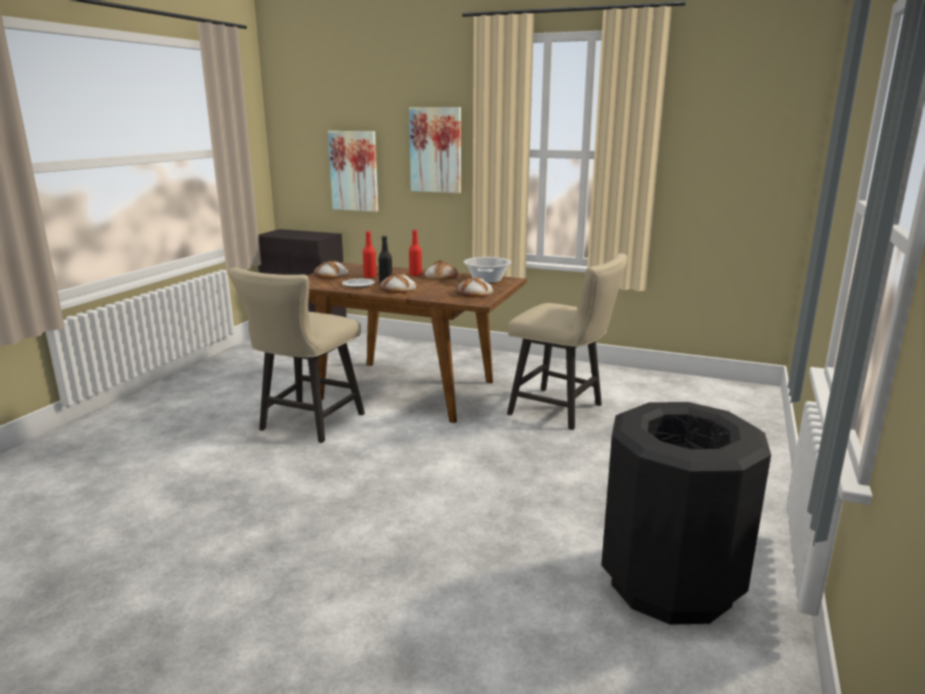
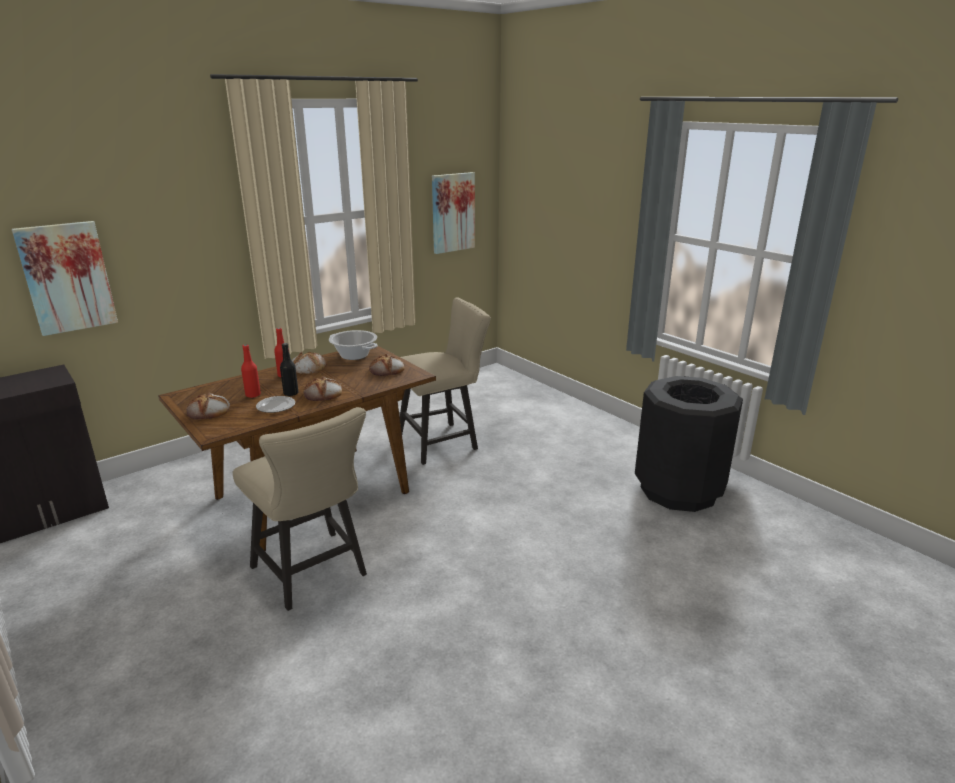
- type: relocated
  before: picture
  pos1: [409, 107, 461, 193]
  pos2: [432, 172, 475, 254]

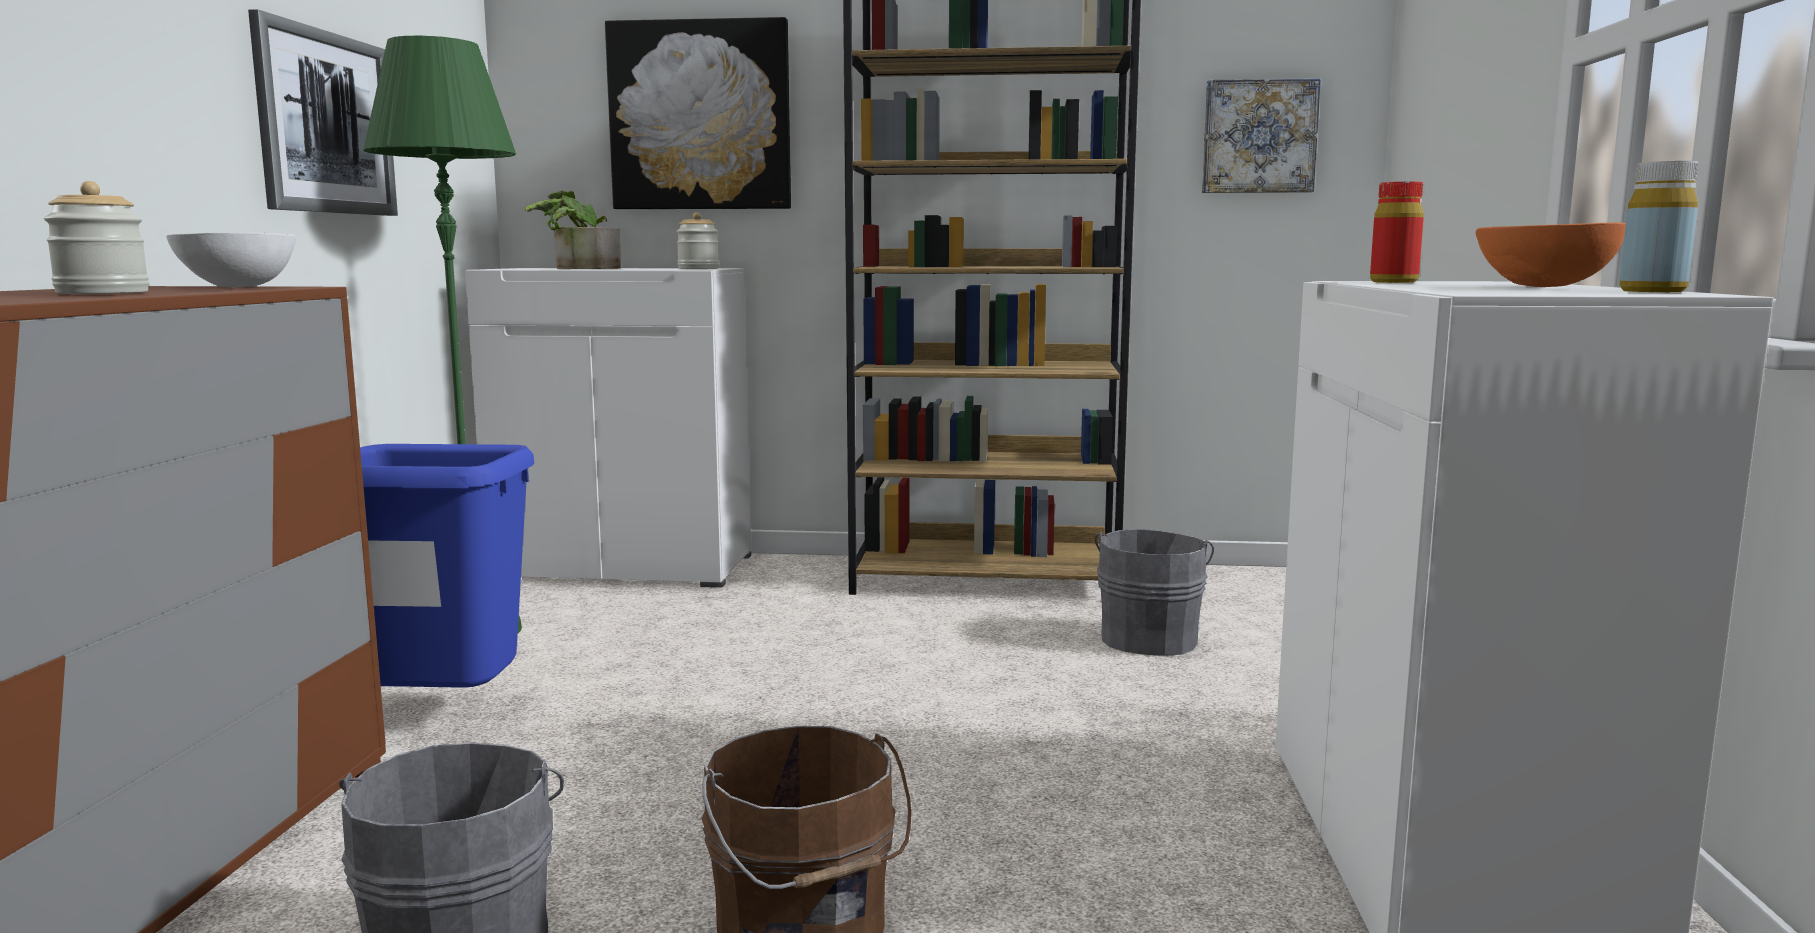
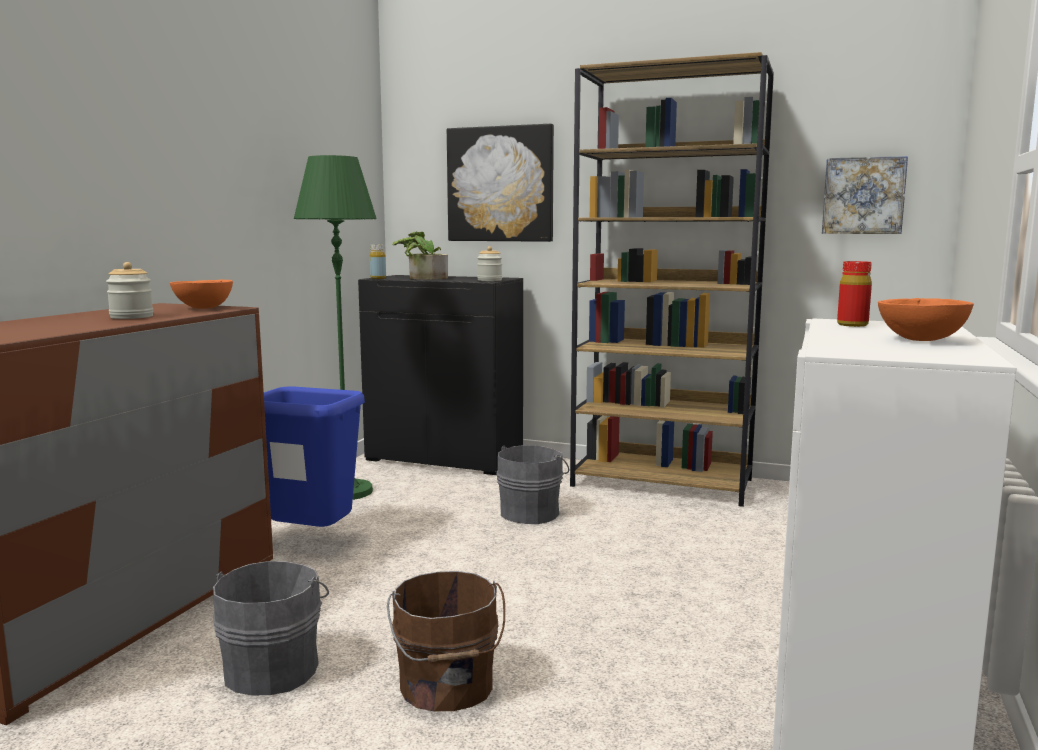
- type: missing
  before: picture
  pos1: [248, 9, 398, 216]
- type: relocated
  before: bucket/grey
  pos1: [1094, 529, 1214, 656]
  pos2: [496, 445, 569, 524]
- type: relocated
  before: bottle/yellow
  pos1: [1619, 161, 1698, 292]
  pos2: [370, 245, 386, 279]
- type: colour
  before: bowl/white
  after: bowl/orange
  pos1: [166, 232, 296, 287]
  pos2: [170, 280, 233, 309]
- type: colour
  before: cabinet/white
  after: cabinet/black
  pos1: [465, 268, 751, 587]
  pos2: [358, 275, 523, 475]

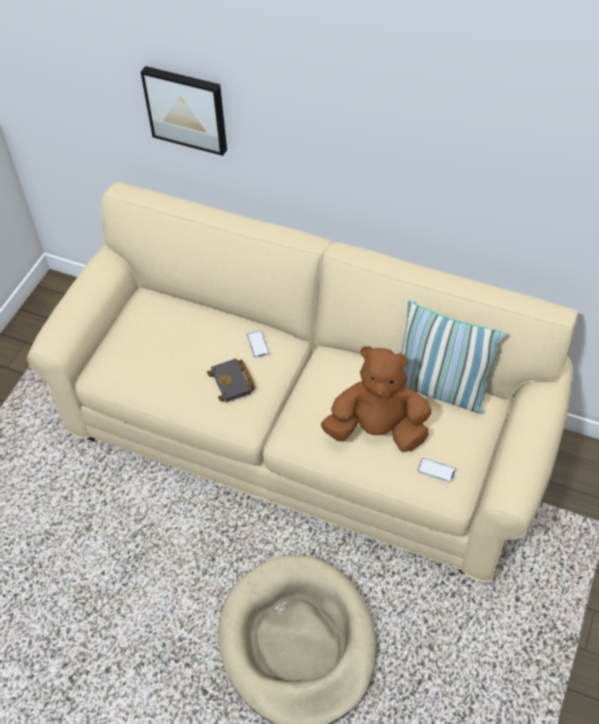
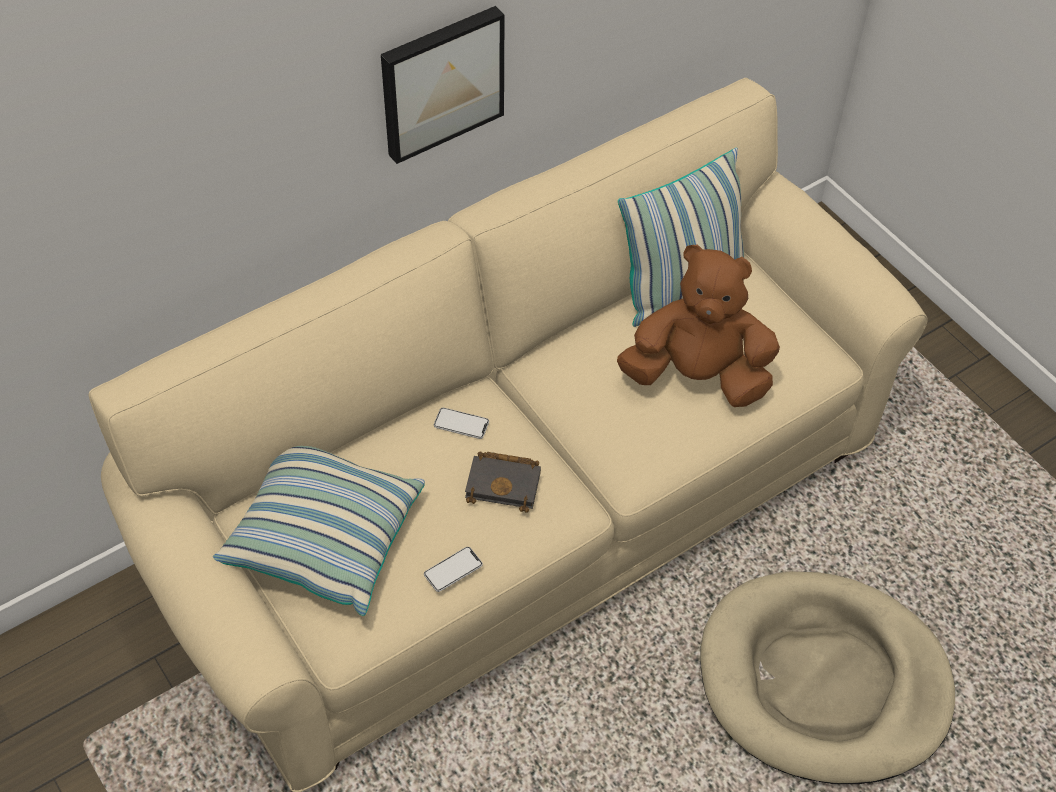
- type: appeared
  after: pillow
  pos2: [213, 446, 425, 616]
- type: relocated
  before: picture
  pos1: [141, 66, 227, 156]
  pos2: [381, 6, 504, 164]
- type: relocated
  before: phone
  pos1: [417, 458, 456, 482]
  pos2: [424, 547, 483, 592]
- type: spun
  before: plush toy/brown
  pos1: [321, 346, 431, 452]
  pos2: [617, 244, 780, 407]
  turn: 60

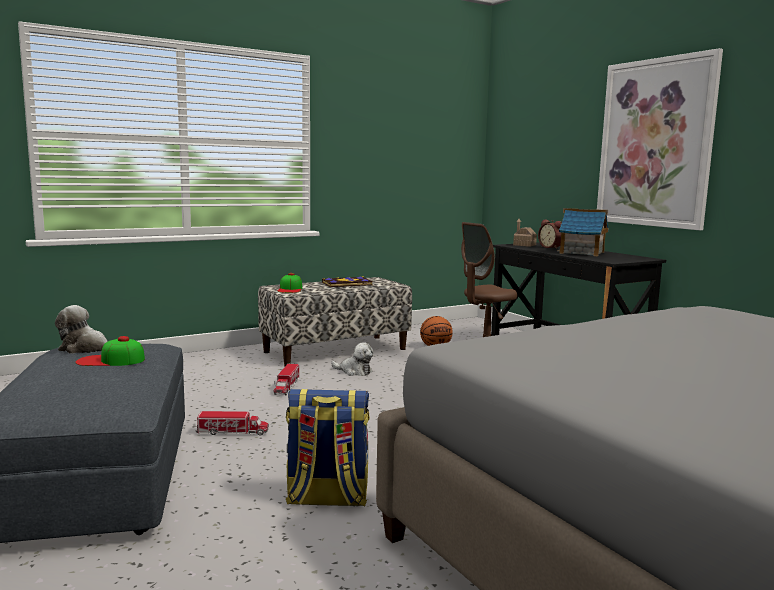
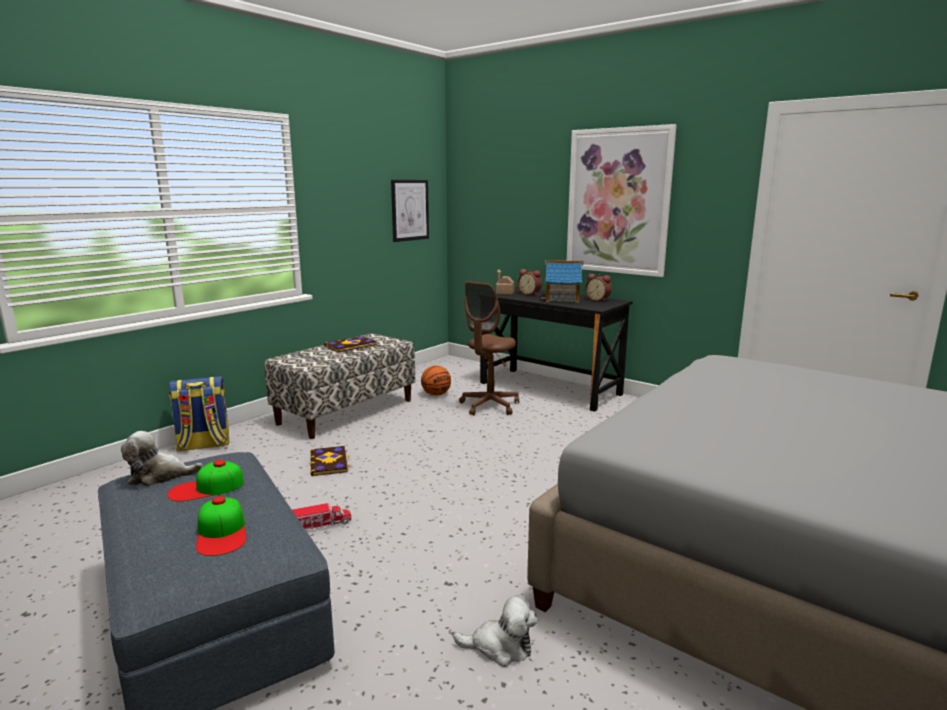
- type: appeared
  after: picture
  pos2: [391, 180, 429, 242]
- type: appeared
  after: alarm clock
  pos2: [585, 274, 612, 302]
- type: relocated
  before: cap
  pos1: [277, 273, 302, 293]
  pos2: [196, 496, 246, 556]
- type: relocated
  before: backpack
  pos1: [286, 389, 370, 506]
  pos2: [169, 376, 230, 452]
- type: relocated
  before: plush toy
  pos1: [331, 342, 373, 376]
  pos2: [453, 595, 538, 667]
- type: exchanged
  before: toy truck
  after: book
  pos1: [274, 364, 299, 395]
  pos2: [310, 446, 351, 476]

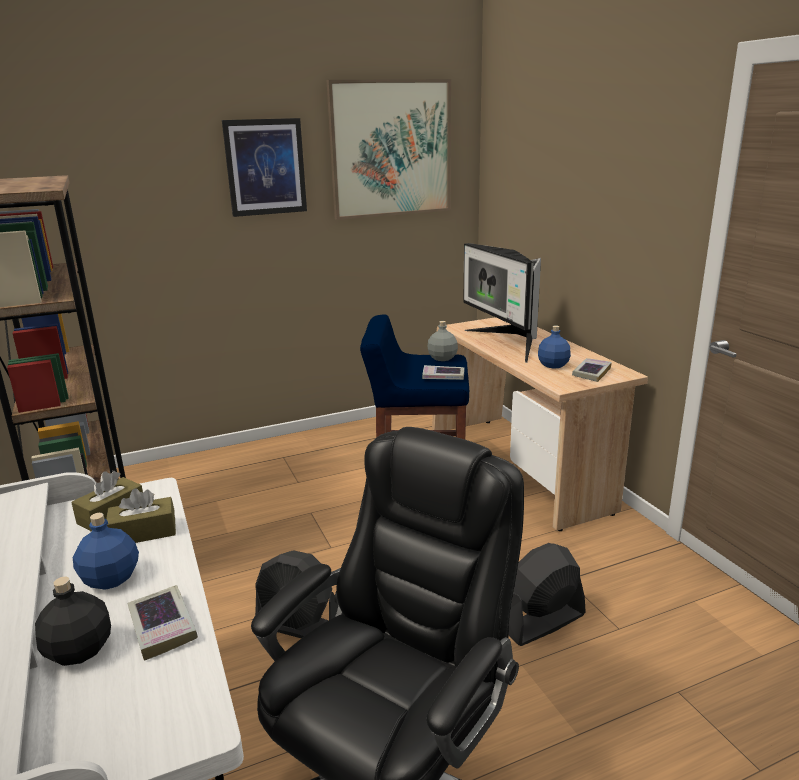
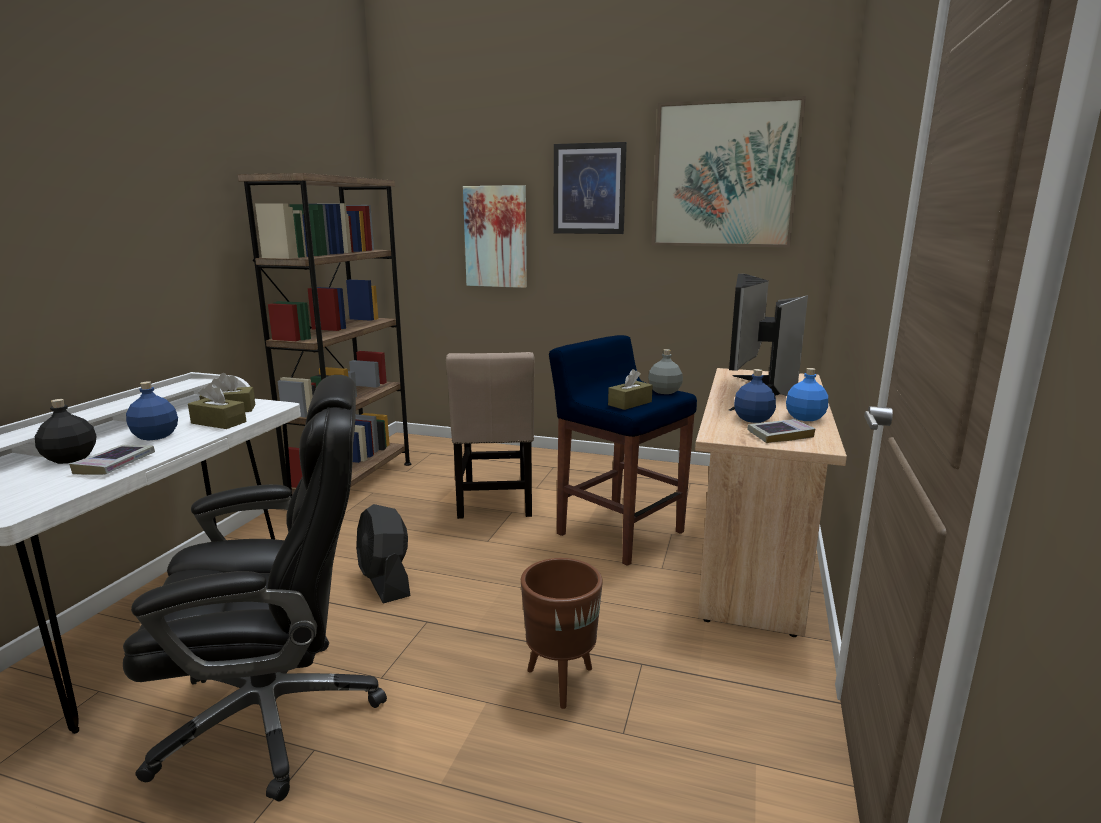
- type: appeared
  after: chair/beige
  pos2: [446, 352, 535, 519]
- type: appeared
  after: picture
  pos2: [463, 185, 527, 288]
- type: appeared
  after: bottle/blue
  pos2: [786, 368, 828, 421]
- type: exchanged
  before: book
  after: tissue box/brown
  pos1: [422, 365, 464, 380]
  pos2: [608, 369, 653, 410]
- type: exchanged
  before: fan/black
  after: planter/brown
  pos1: [508, 543, 586, 646]
  pos2: [521, 558, 603, 709]

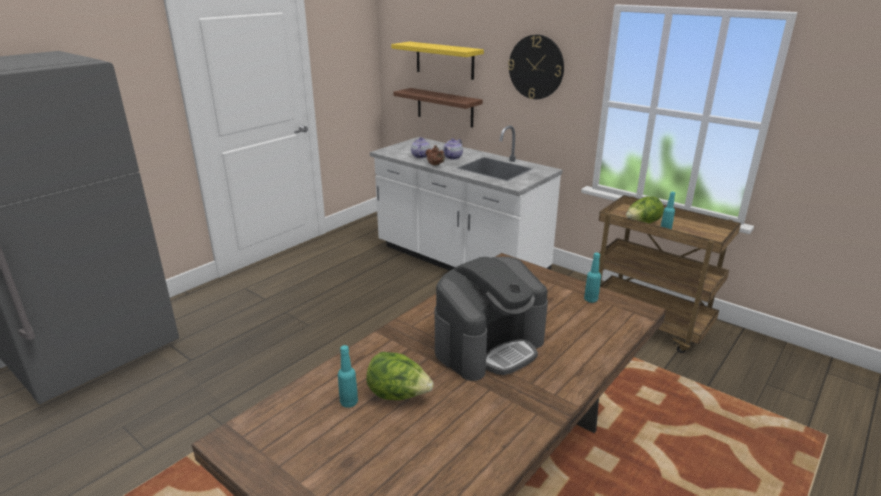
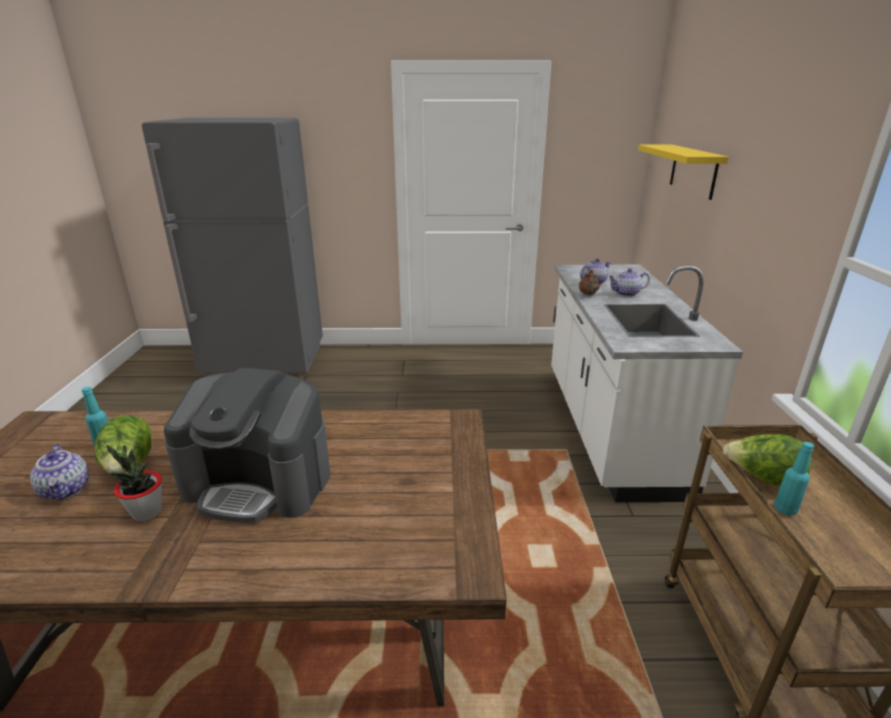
- type: missing
  before: shelf/brown
  pos1: [393, 88, 483, 128]
- type: missing
  before: wall clock
  pos1: [508, 35, 564, 99]
- type: missing
  before: bottle/turquoise
  pos1: [584, 253, 601, 303]
- type: appeared
  after: teapot
  pos2: [30, 444, 89, 500]
- type: appeared
  after: potted plant
  pos2: [106, 445, 162, 521]

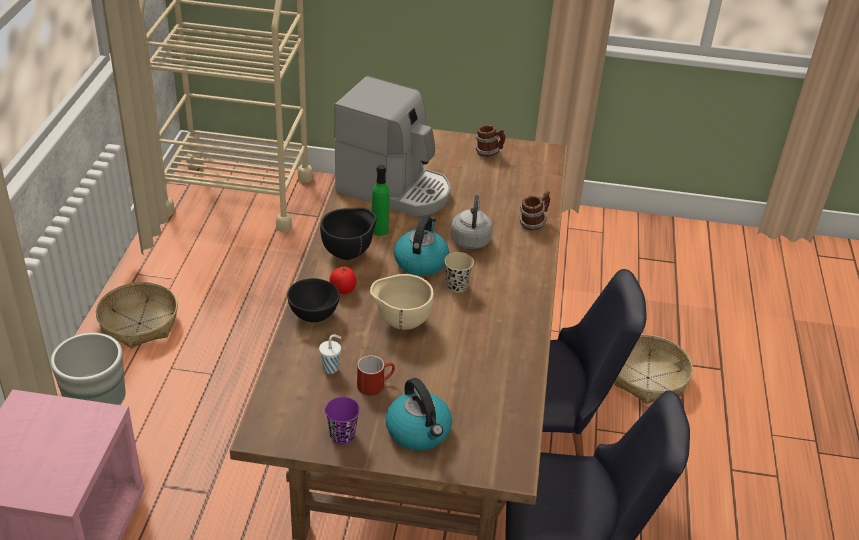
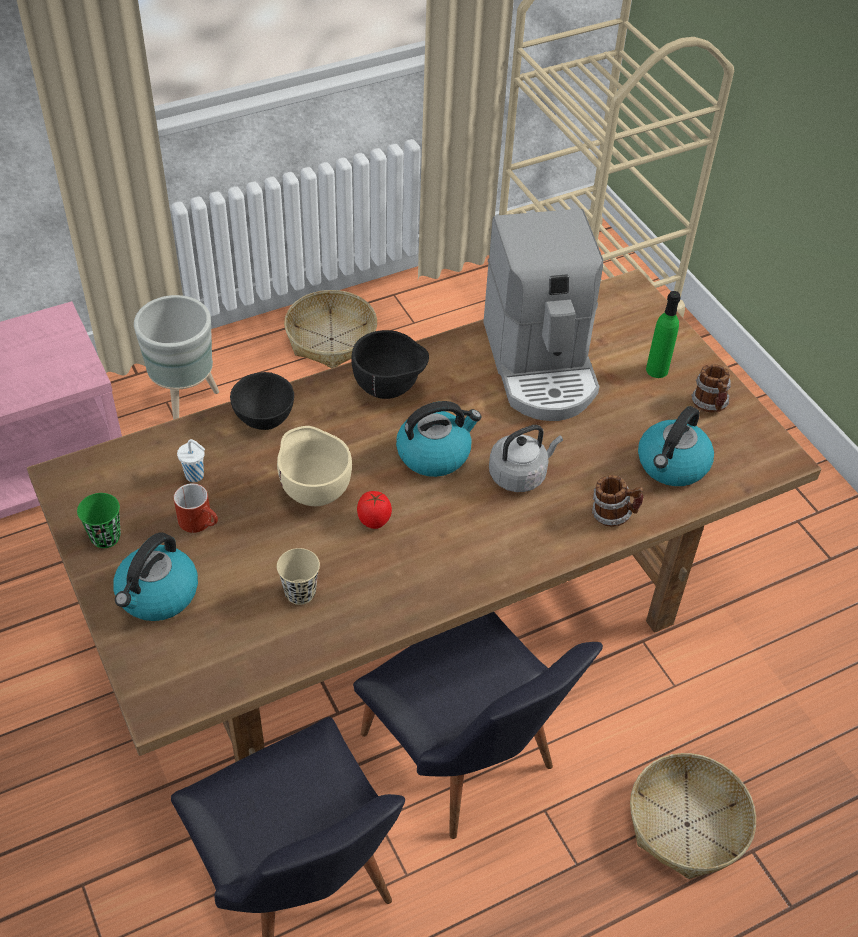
- type: appeared
  after: kettle
  pos2: [638, 406, 714, 486]
- type: relocated
  before: tomato
  pos1: [330, 267, 356, 294]
  pos2: [357, 491, 392, 529]
- type: relocated
  before: bottle/green
  pos1: [372, 165, 389, 236]
  pos2: [646, 291, 681, 378]
- type: relocated
  before: cup/beige
  pos1: [445, 252, 474, 293]
  pos2: [277, 548, 320, 605]
- type: colour
  before: cup/purple
  after: cup/green
  pos1: [325, 397, 360, 444]
  pos2: [77, 493, 121, 548]

